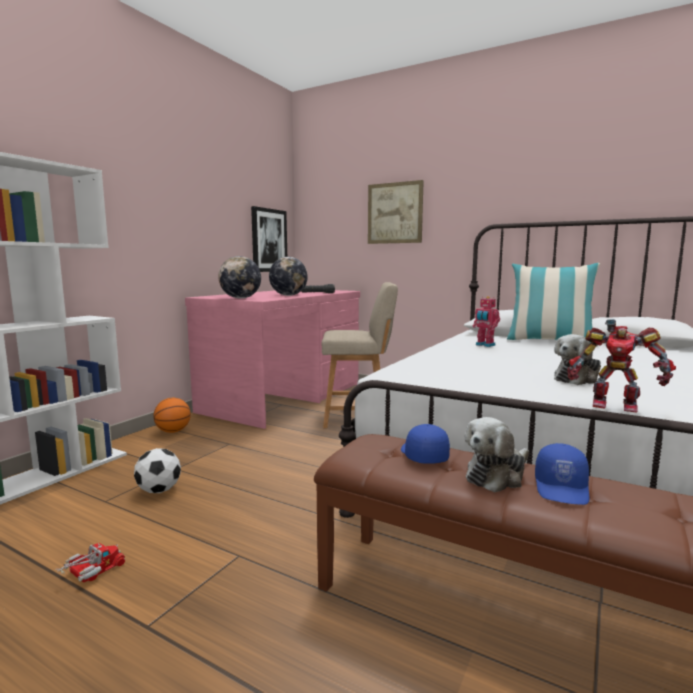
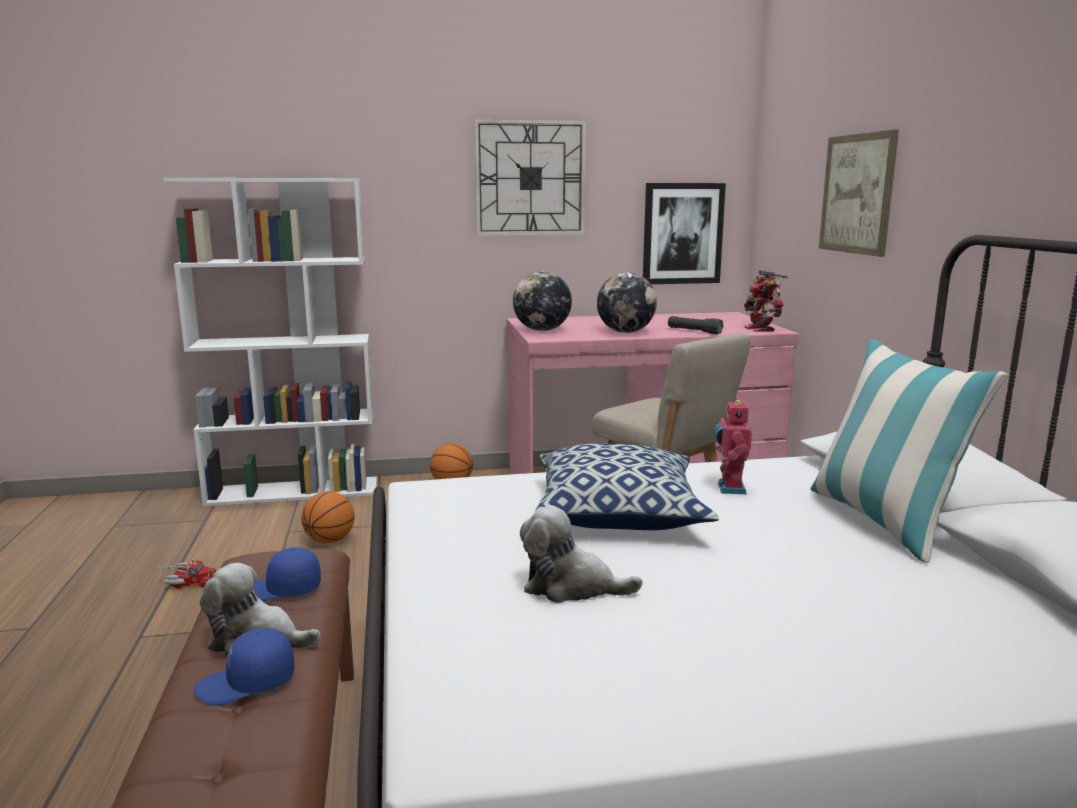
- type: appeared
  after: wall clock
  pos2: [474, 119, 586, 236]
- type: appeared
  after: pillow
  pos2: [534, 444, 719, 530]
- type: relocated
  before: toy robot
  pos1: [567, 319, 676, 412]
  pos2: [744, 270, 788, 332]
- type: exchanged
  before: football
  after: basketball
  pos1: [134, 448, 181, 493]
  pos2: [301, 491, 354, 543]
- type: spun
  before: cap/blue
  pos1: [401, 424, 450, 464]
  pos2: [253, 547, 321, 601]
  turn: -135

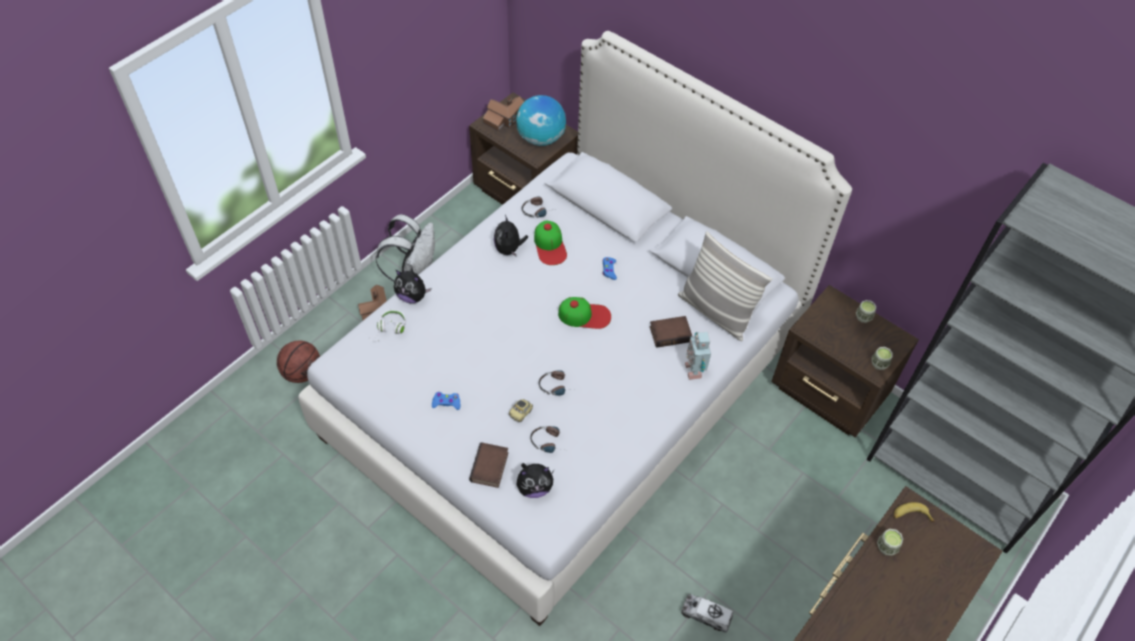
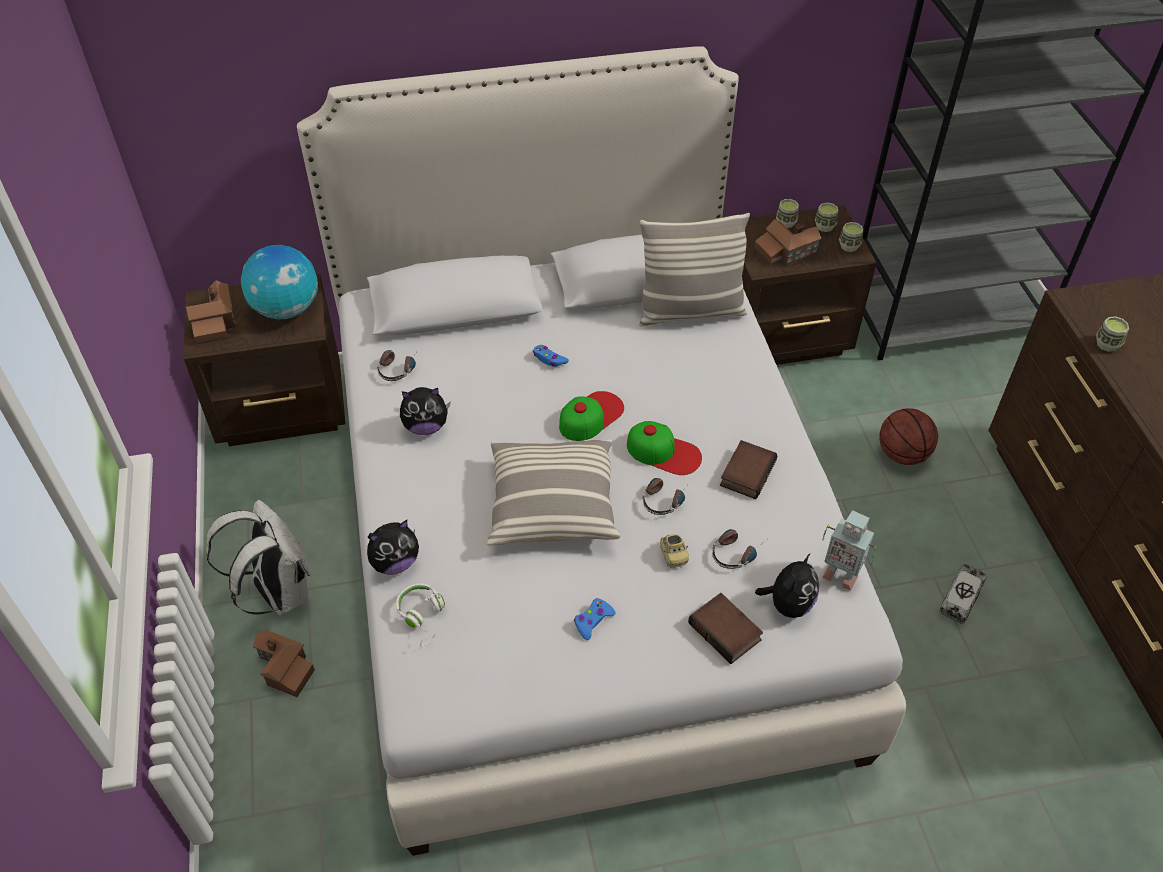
- type: missing
  before: banana
  pos1: [893, 502, 935, 522]
- type: appeared
  after: pillow
  pos2: [487, 439, 620, 546]
- type: appeared
  after: toy house
  pos2: [754, 219, 821, 265]
- type: appeared
  after: cup
  pos2: [815, 203, 838, 232]
- type: relocated
  before: basketball
  pos1: [277, 341, 320, 383]
  pos2: [879, 408, 938, 465]
- type: relocated
  before: cap
  pos1: [534, 221, 567, 265]
  pos2: [627, 421, 702, 475]
- type: relocated
  before: book
  pos1: [650, 316, 692, 348]
  pos2: [720, 440, 777, 499]
- type: relocated
  before: toy robot
  pos1: [685, 332, 711, 380]
  pos2: [822, 510, 876, 591]
- type: spun
  before: plush toy
  pos1: [494, 215, 528, 256]
  pos2: [400, 387, 451, 435]
  turn: -45
- type: spun
  before: toy truck
  pos1: [681, 594, 733, 633]
  pos2: [939, 564, 987, 624]
  turn: 150

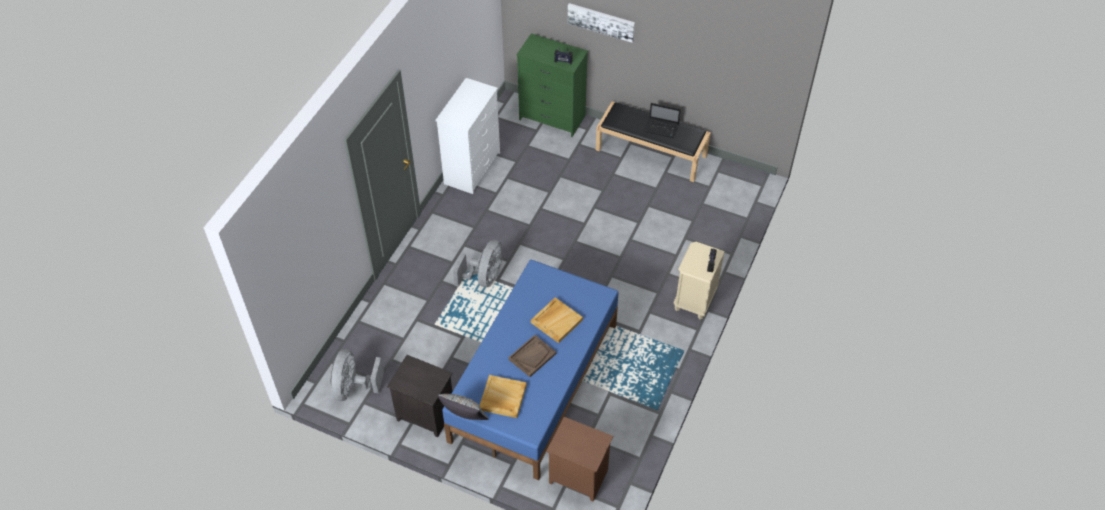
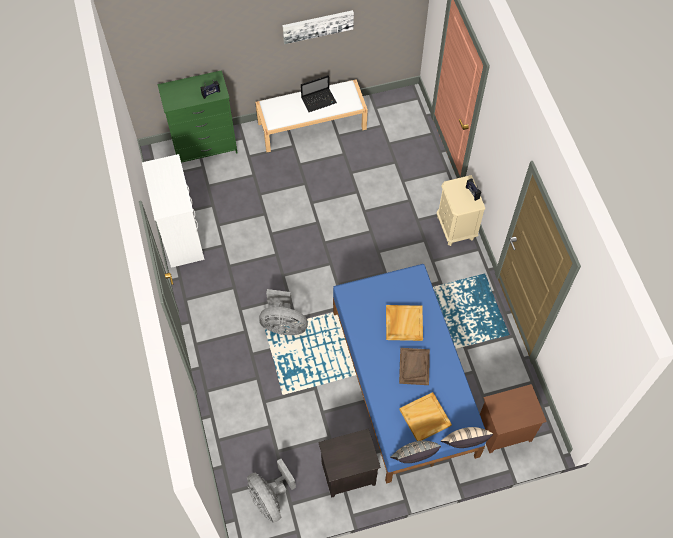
- type: appeared
  after: pillow/beige
  pos2: [441, 427, 493, 448]
- type: relocated
  before: picture
  pos1: [568, 3, 635, 43]
  pos2: [282, 10, 354, 44]
- type: colour
  before: bench/black
  after: bench/white
  pos1: [596, 101, 711, 182]
  pos2: [255, 79, 368, 152]
- type: spun
  before: fan/grey
  pos1: [453, 240, 502, 287]
  pos2: [259, 289, 308, 335]
  turn: 120

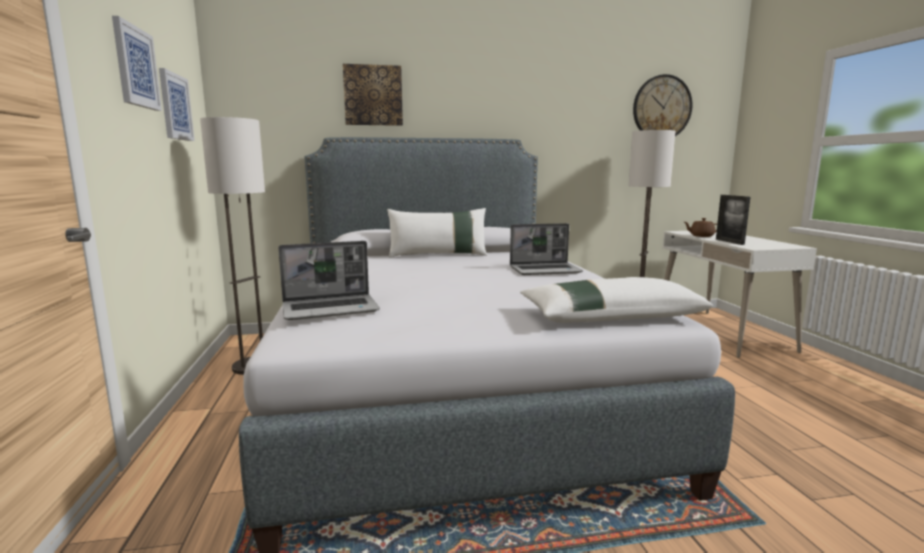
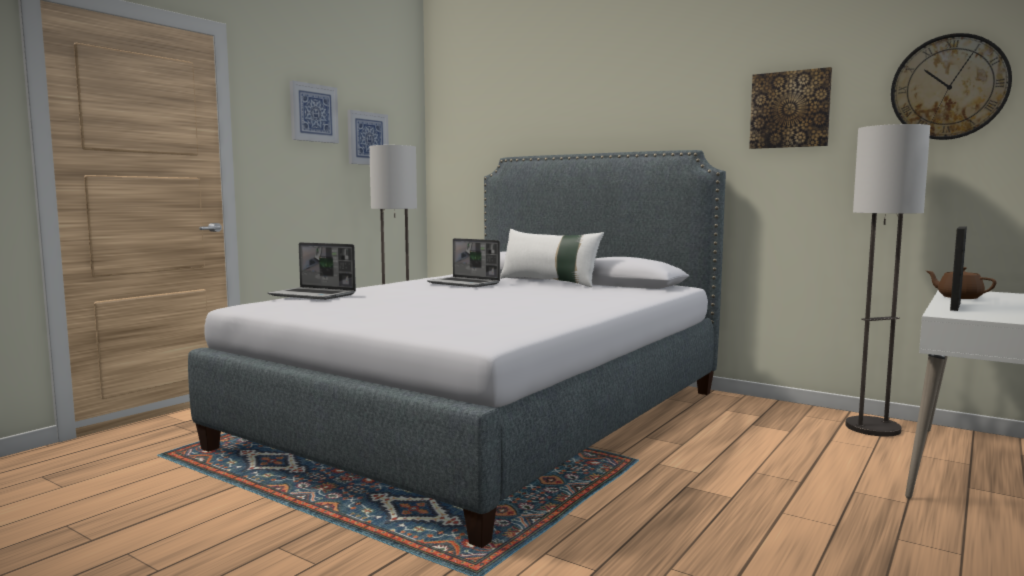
- type: missing
  before: pillow/white
  pos1: [520, 277, 713, 323]
- type: relocated
  before: picture
  pos1: [343, 64, 403, 126]
  pos2: [749, 67, 832, 149]
- type: relocated
  before: laptop
  pos1: [510, 223, 583, 275]
  pos2: [427, 238, 500, 287]

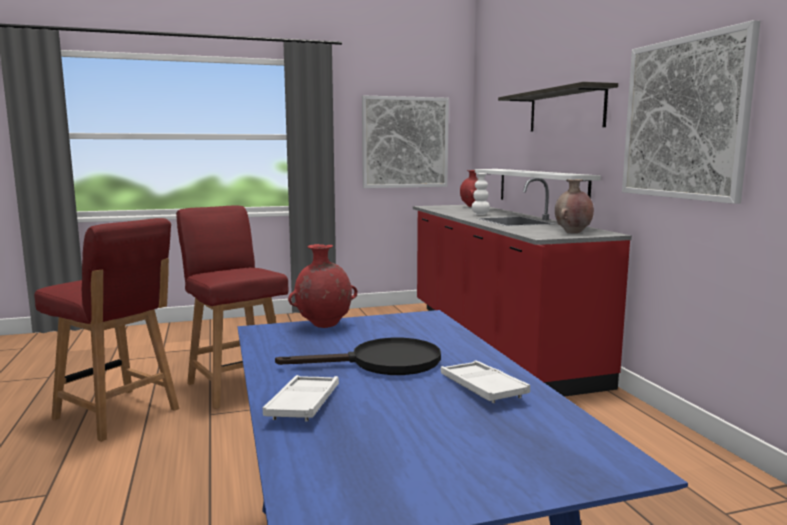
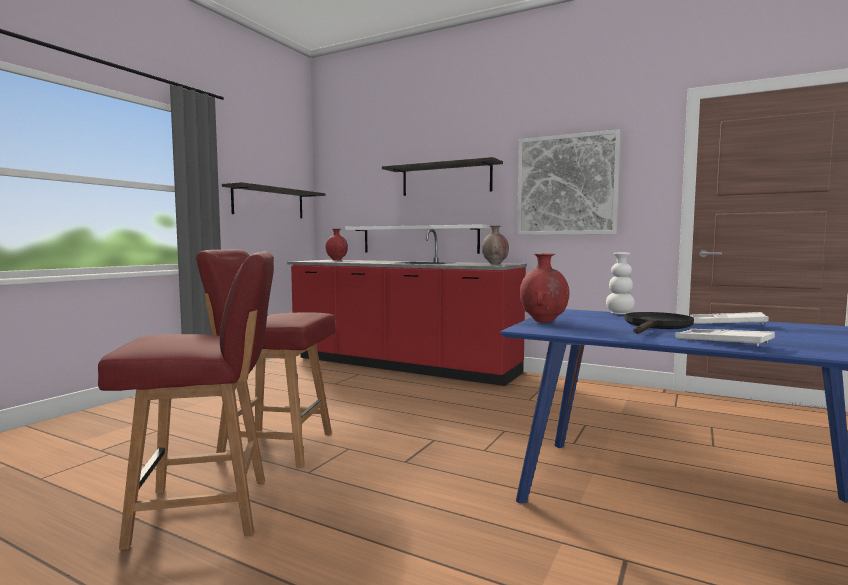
- type: relocated
  before: vase/white
  pos1: [472, 173, 490, 215]
  pos2: [606, 253, 635, 315]
- type: exchanged
  before: picture
  after: shelf
  pos1: [362, 95, 449, 188]
  pos2: [222, 182, 326, 218]

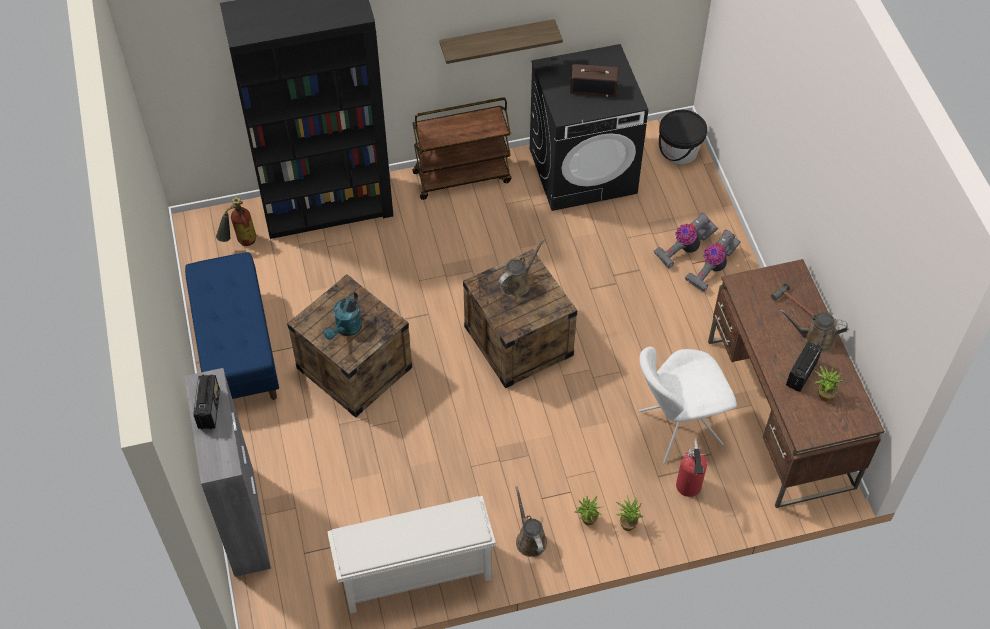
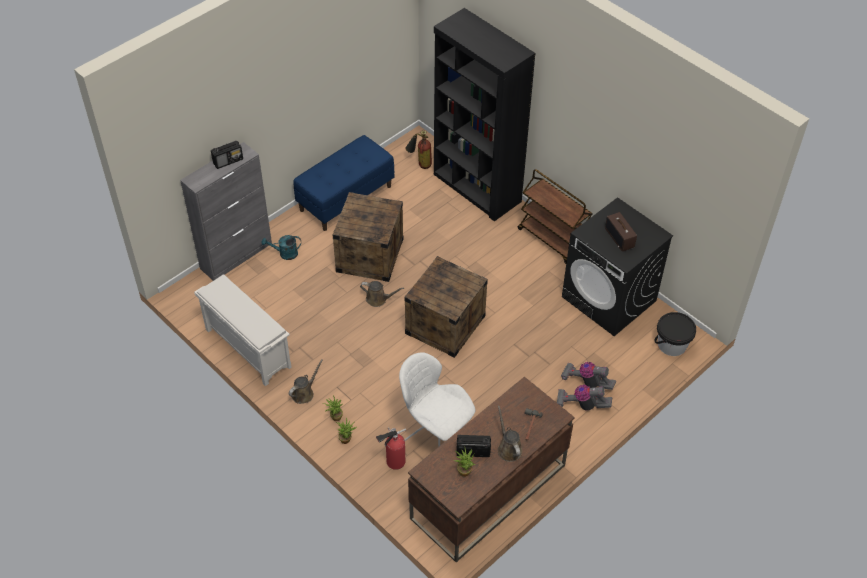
- type: missing
  before: shelf
  pos1: [439, 19, 563, 64]
- type: relocated
  before: watering can/turquoise
  pos1: [324, 291, 362, 340]
  pos2: [261, 235, 301, 260]
- type: relocated
  before: watering can/brown
  pos1: [498, 237, 546, 297]
  pos2: [360, 281, 404, 307]

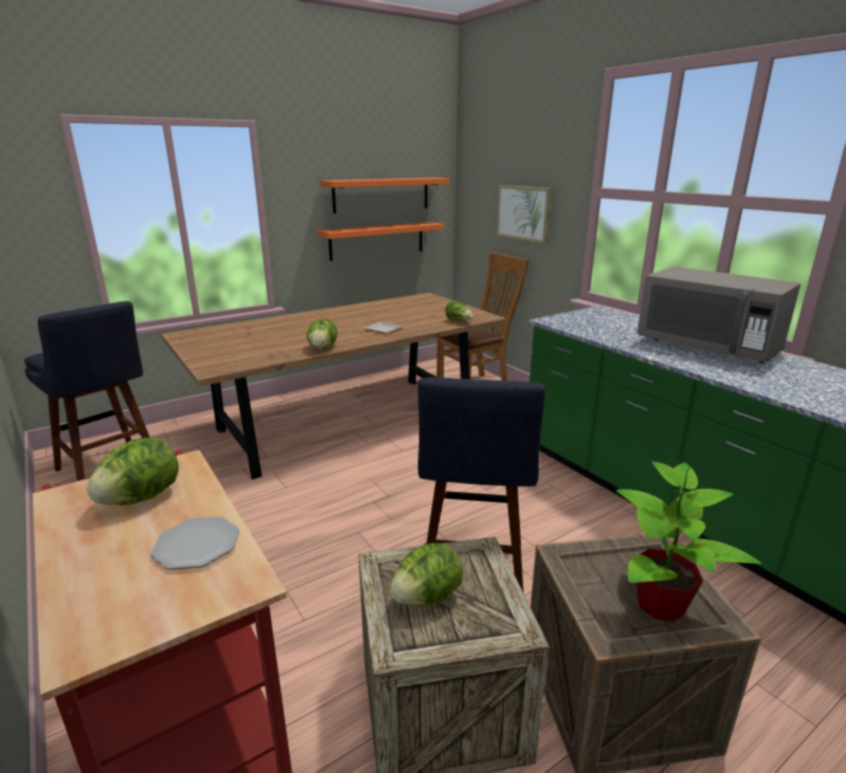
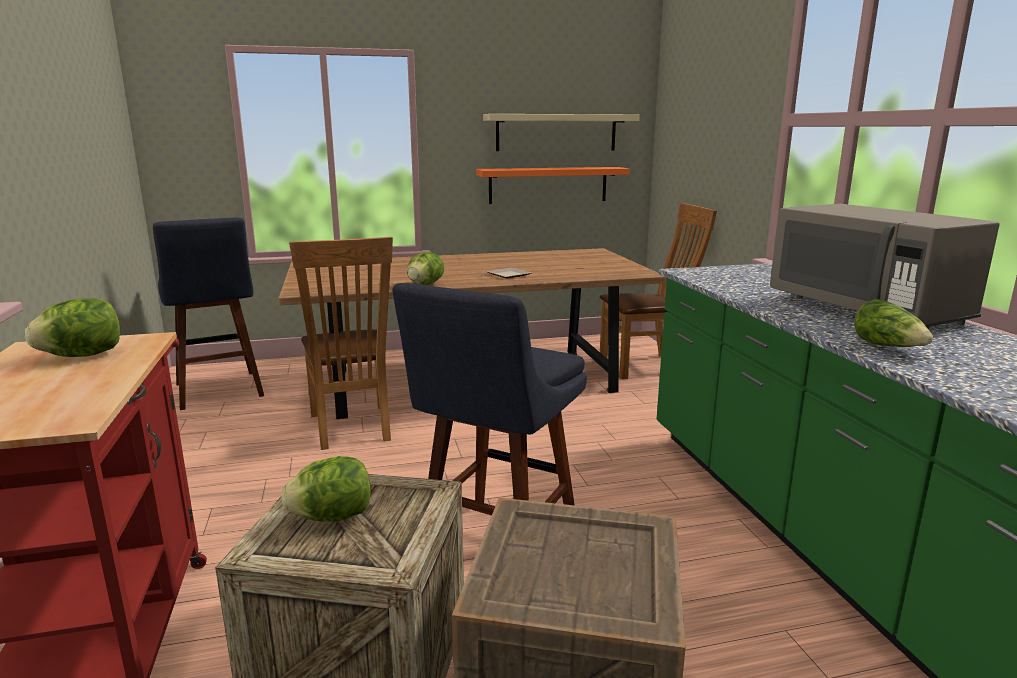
- type: missing
  before: plate
  pos1: [150, 516, 240, 570]
- type: missing
  before: picture
  pos1: [496, 185, 552, 244]
- type: missing
  before: potted plant
  pos1: [616, 462, 762, 622]
- type: appeared
  after: chair/brown
  pos2: [289, 237, 393, 450]
- type: relocated
  before: lettuce
  pos1: [445, 301, 473, 321]
  pos2: [854, 299, 933, 347]
- type: colour
  before: shelf/orange
  after: shelf/beige
  pos1: [320, 178, 450, 214]
  pos2: [483, 114, 640, 151]

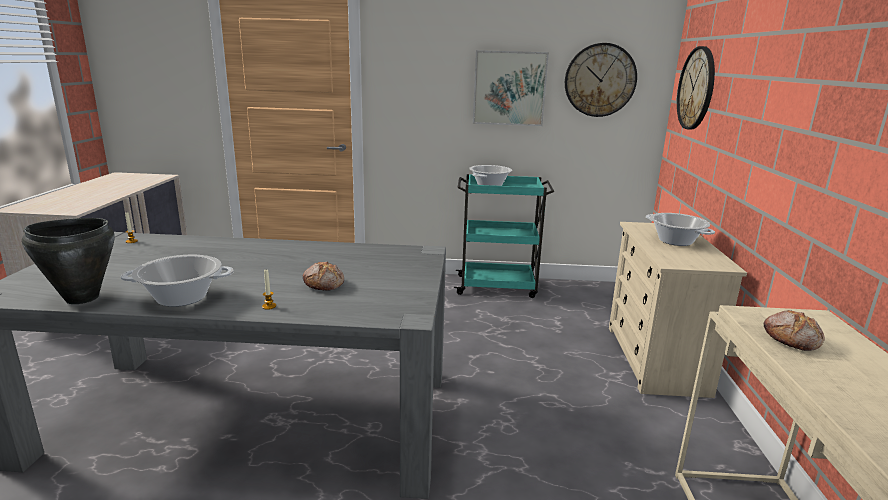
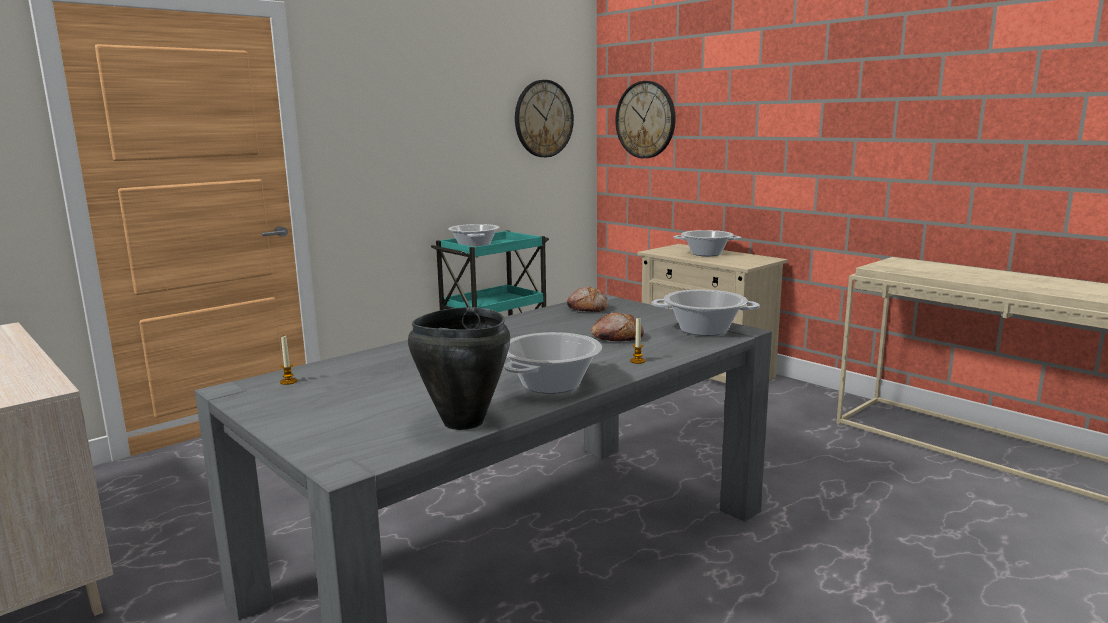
- type: missing
  before: picture
  pos1: [473, 50, 549, 126]
- type: appeared
  after: cooking pot
  pos2: [652, 290, 760, 336]
- type: relocated
  before: bread
  pos1: [764, 310, 825, 351]
  pos2: [567, 287, 608, 312]

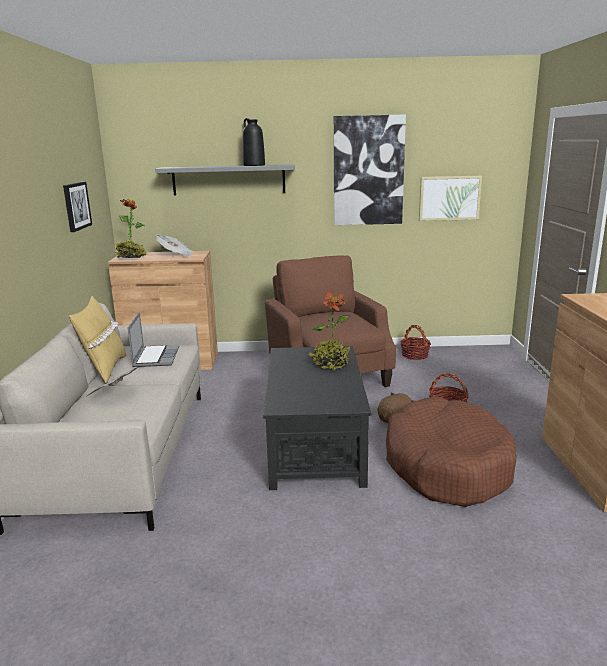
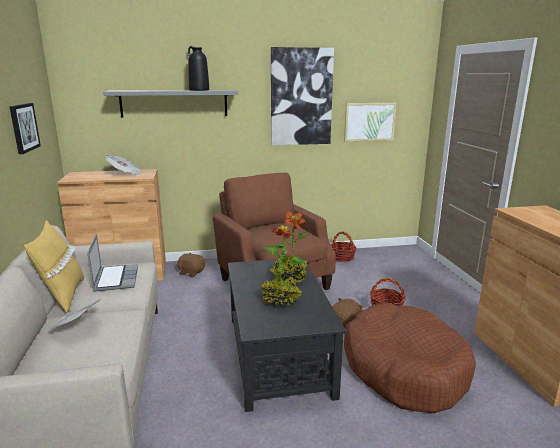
- type: appeared
  after: plush toy/brown
  pos2: [177, 253, 205, 277]
- type: relocated
  before: potted plant
  pos1: [115, 198, 147, 258]
  pos2: [261, 225, 305, 306]

